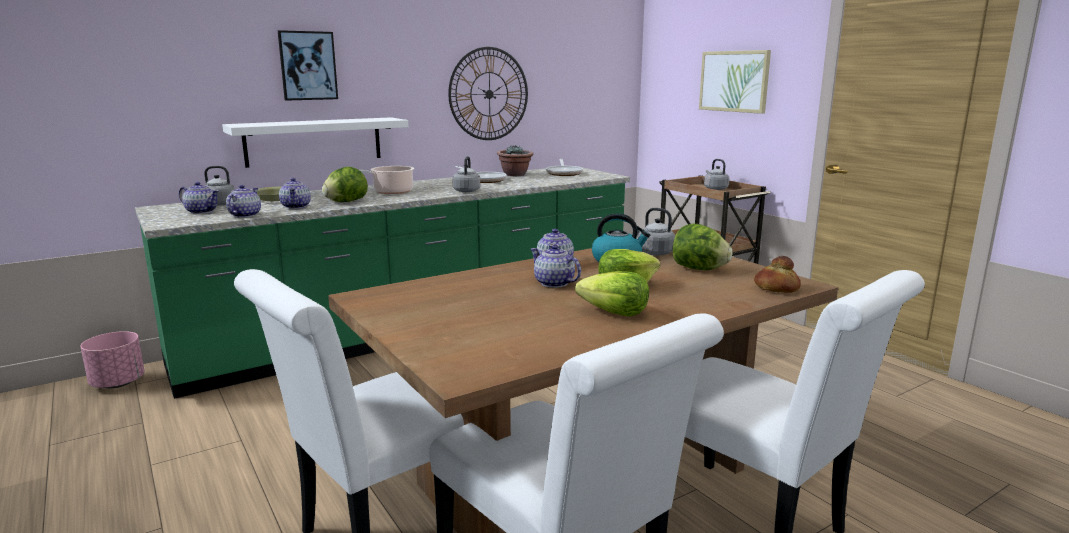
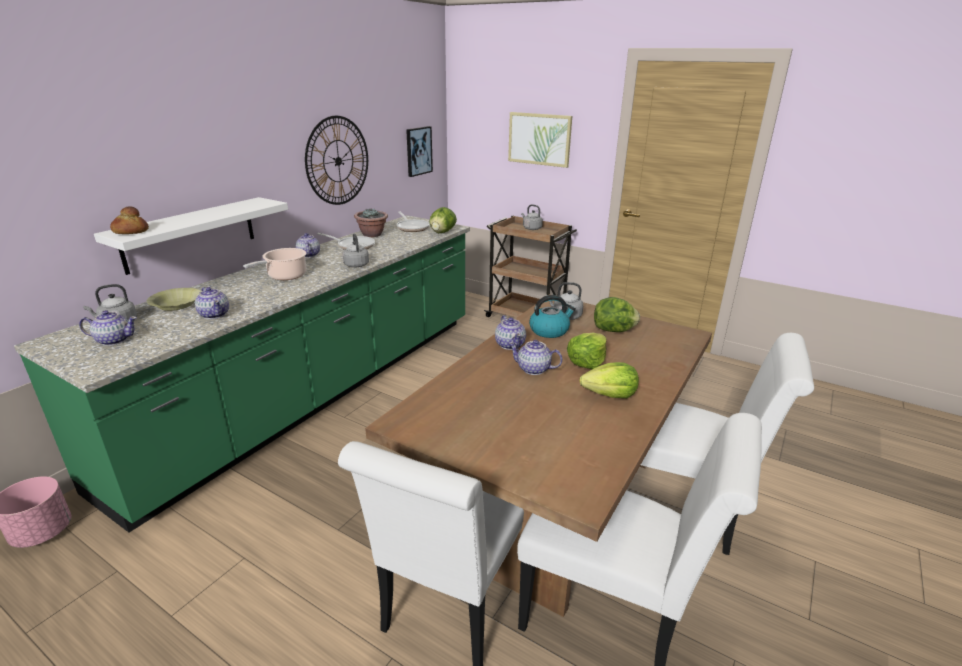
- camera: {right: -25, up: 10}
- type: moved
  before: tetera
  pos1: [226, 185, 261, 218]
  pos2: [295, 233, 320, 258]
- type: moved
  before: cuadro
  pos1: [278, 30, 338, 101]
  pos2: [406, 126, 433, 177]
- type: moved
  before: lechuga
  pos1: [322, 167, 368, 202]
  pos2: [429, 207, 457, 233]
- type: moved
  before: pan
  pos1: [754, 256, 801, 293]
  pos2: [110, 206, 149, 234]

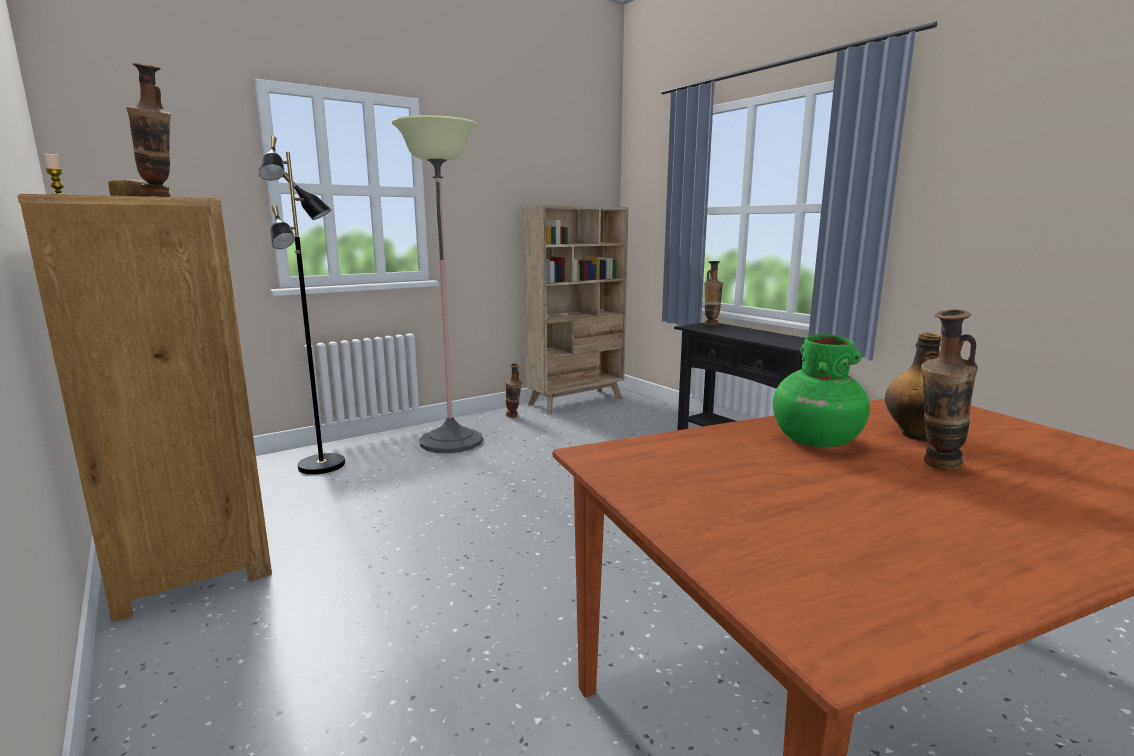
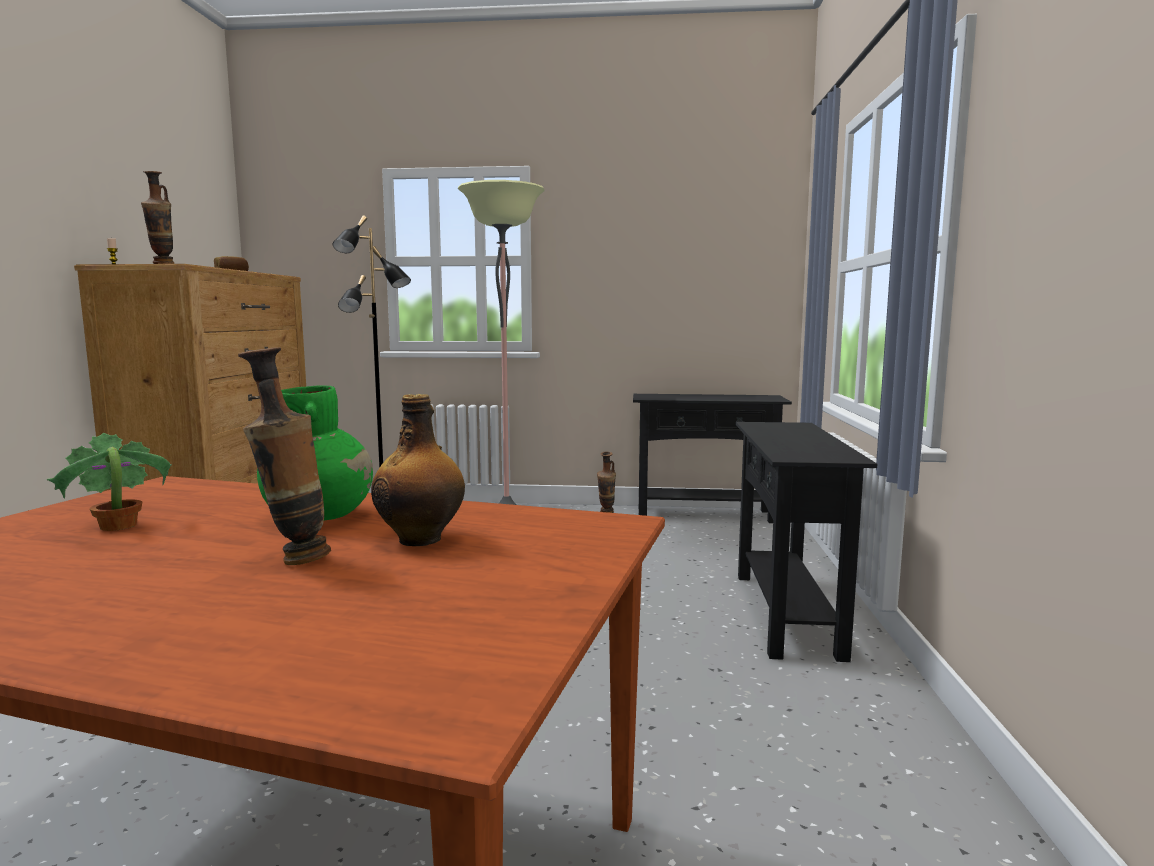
- camera: {right: 40, up: -5}
- type: removed
  before: florero
  pos1: [704, 261, 723, 325]
- type: added
  after: planta en maceta
  pos2: [46, 433, 172, 531]
- type: replaced
  before: estantería (beis)
  after: mesa consola (negro)
  pos1: [522, 205, 629, 414]
  pos2: [633, 394, 792, 523]

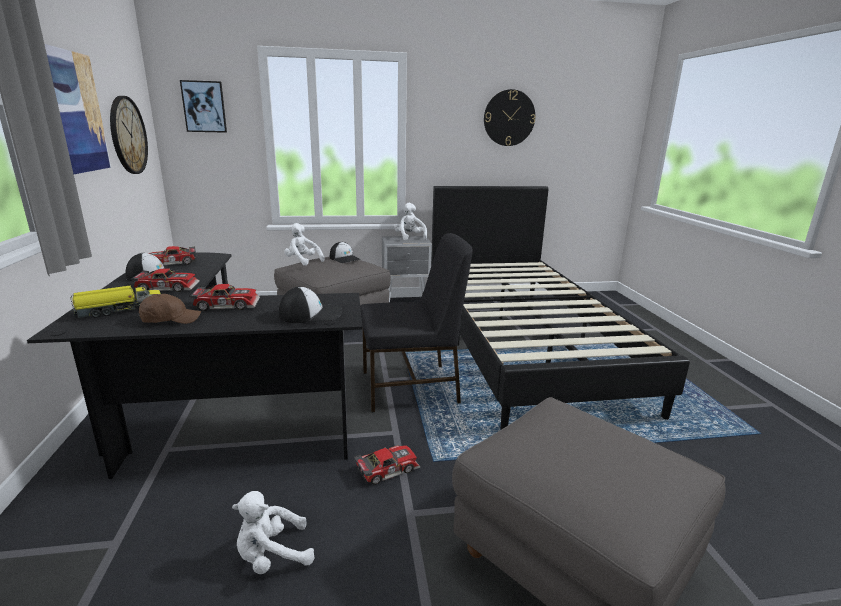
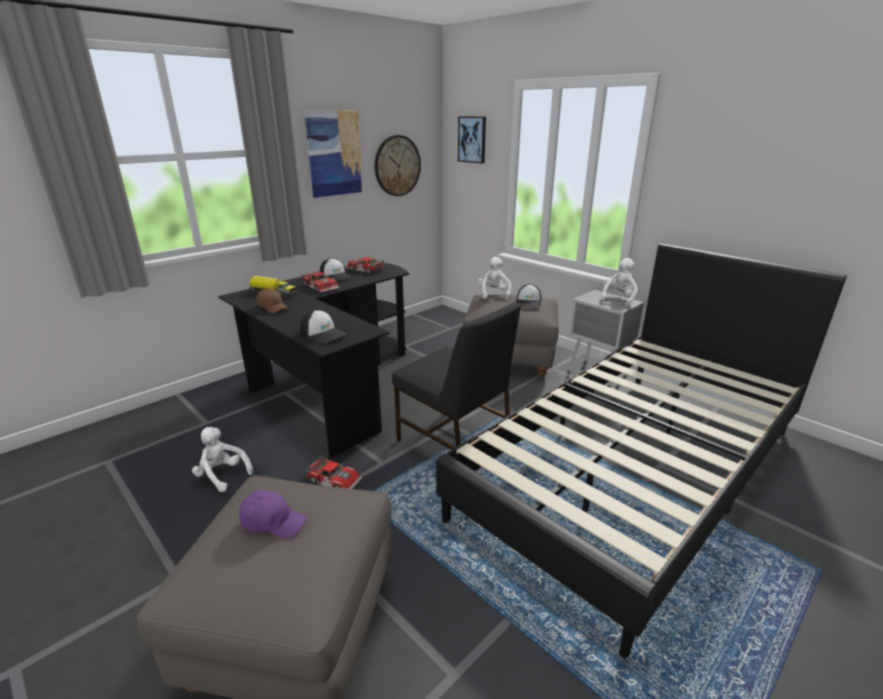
- camera: {right: 55, up: 5}
- type: removed
  before: coche de juguete
  pos1: [189, 284, 260, 311]
- type: removed
  before: reloj de pared
  pos1: [484, 89, 536, 146]
- type: added
  after: gorra (morado)
  pos2: [239, 489, 307, 538]

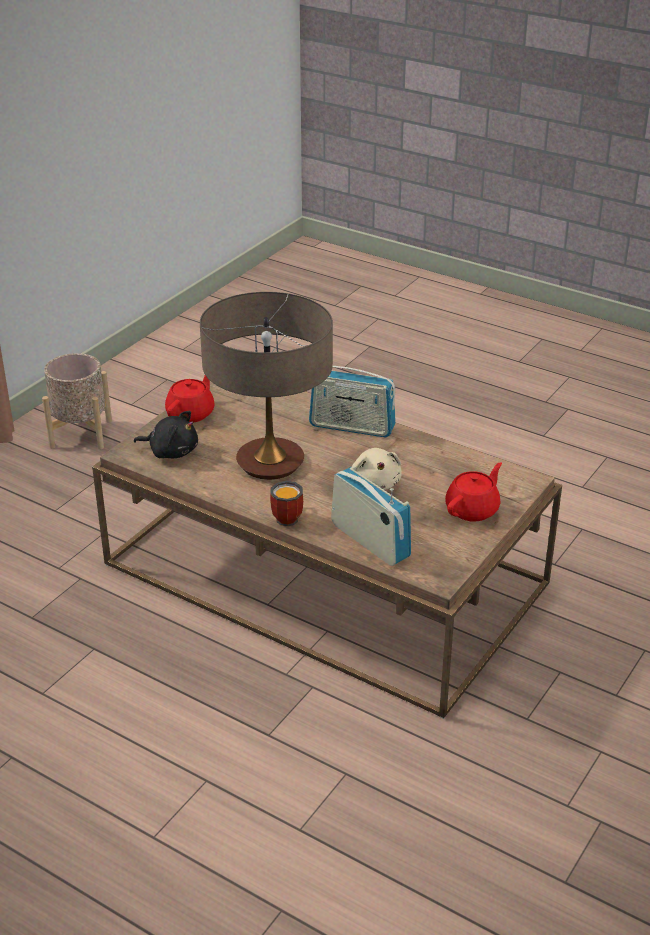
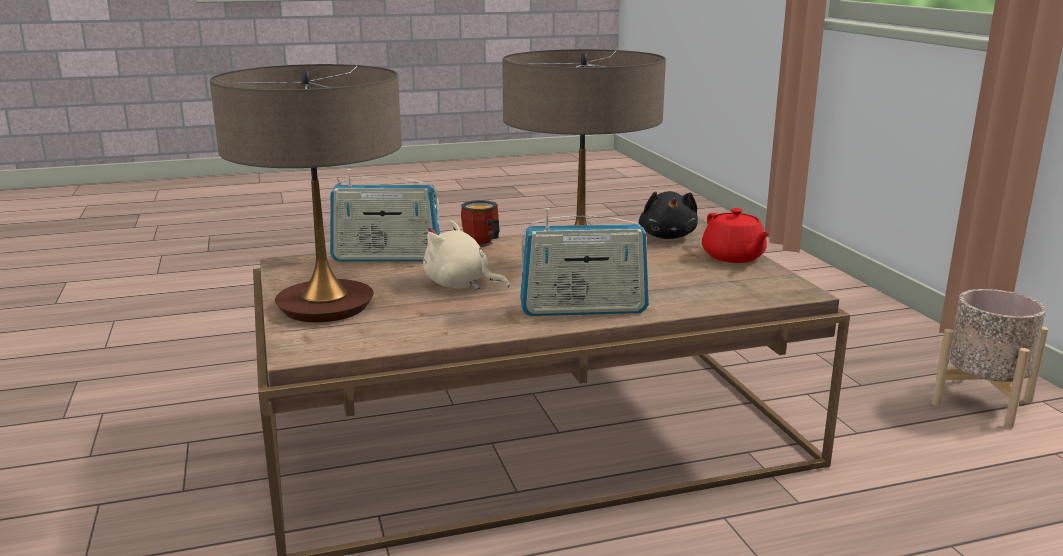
- camera: {right: 130, up: -15}
- type: replaced
  before: tetera (rojo)
  after: lámpara de mesa
  pos1: [445, 462, 502, 522]
  pos2: [210, 64, 402, 322]
- type: turned
  before: peluche (negro)
  pos1: [134, 411, 198, 458]
  pos2: [639, 191, 698, 239]
  turn: -60
- type: turned
  before: radio
  pos1: [309, 366, 396, 438]
  pos2: [520, 208, 649, 316]
  turn: -150

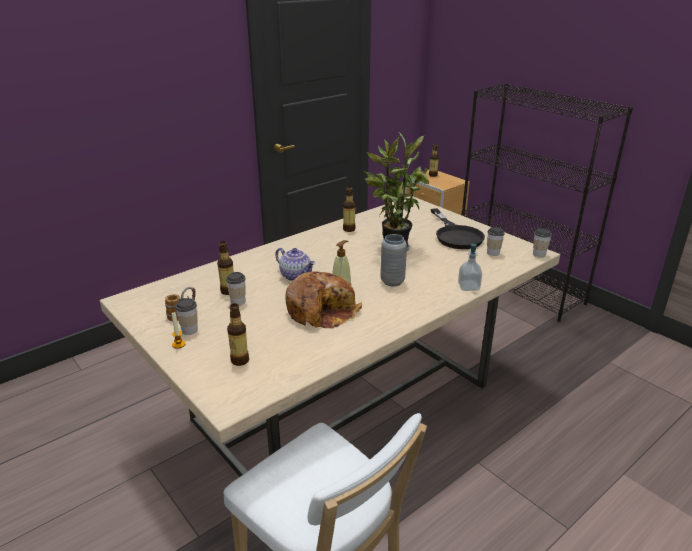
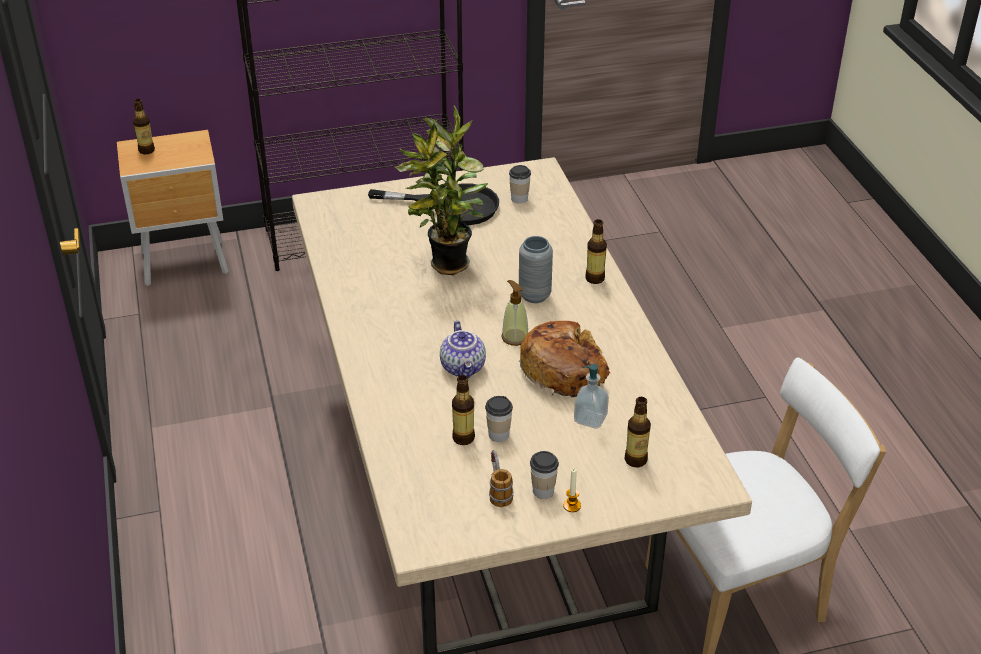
- camera: {right: -65, up: 10}
- type: removed
  before: taza
  pos1: [533, 228, 552, 257]
- type: moved
  before: botella
  pos1: [343, 187, 356, 232]
  pos2: [586, 219, 607, 284]
- type: moved
  before: dispensador de jabón
  pos1: [458, 244, 482, 291]
  pos2: [574, 364, 609, 428]
- type: turned
  before: tetera
  pos1: [275, 248, 315, 281]
  pos2: [440, 321, 486, 378]
  turn: 105

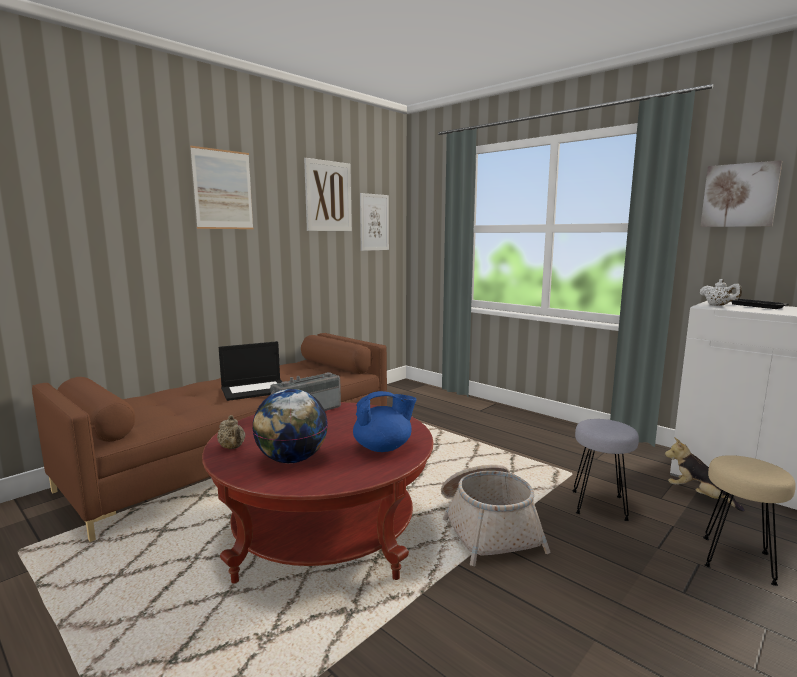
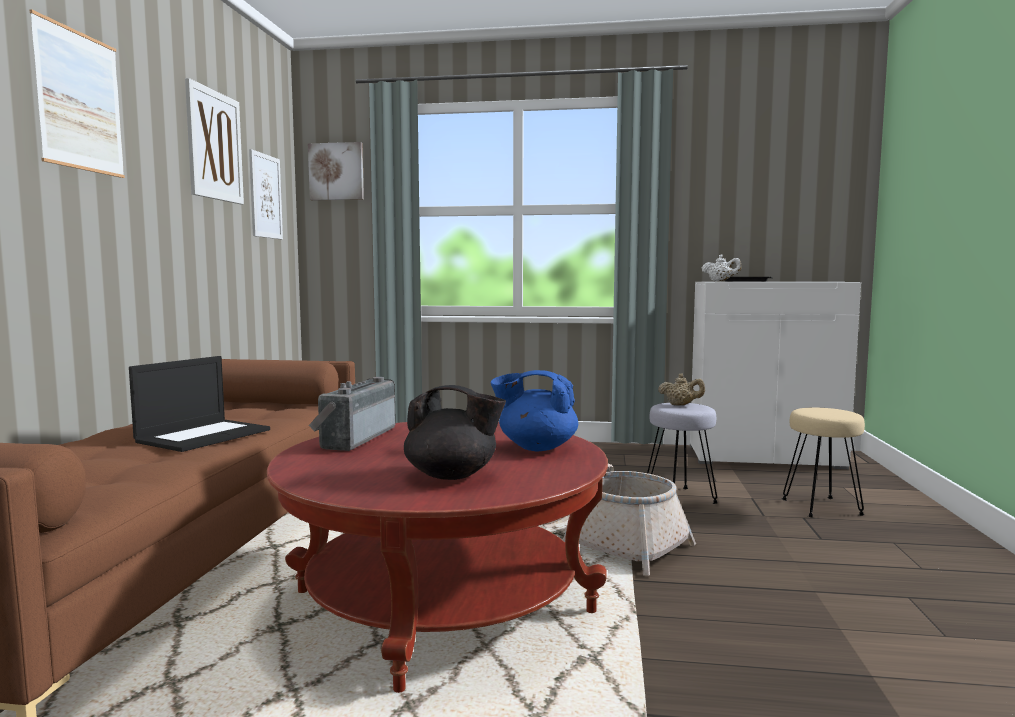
- camera: {right: -35, up: -5}
- type: removed
  before: peluche
  pos1: [665, 438, 744, 512]
- type: moved
  before: tetera (beis)
  pos1: [217, 415, 245, 449]
  pos2: [658, 373, 705, 406]
- type: moved
  before: cuadro
  pos1: [700, 160, 782, 227]
  pos2: [308, 142, 364, 200]
- type: replaced
  before: globo terráqueo
  after: tetera (negro)
  pos1: [252, 389, 328, 463]
  pos2: [404, 385, 506, 480]
- type: turned
  before: tetera (azul)
  pos1: [353, 391, 417, 452]
  pos2: [491, 370, 578, 451]
  turn: -120

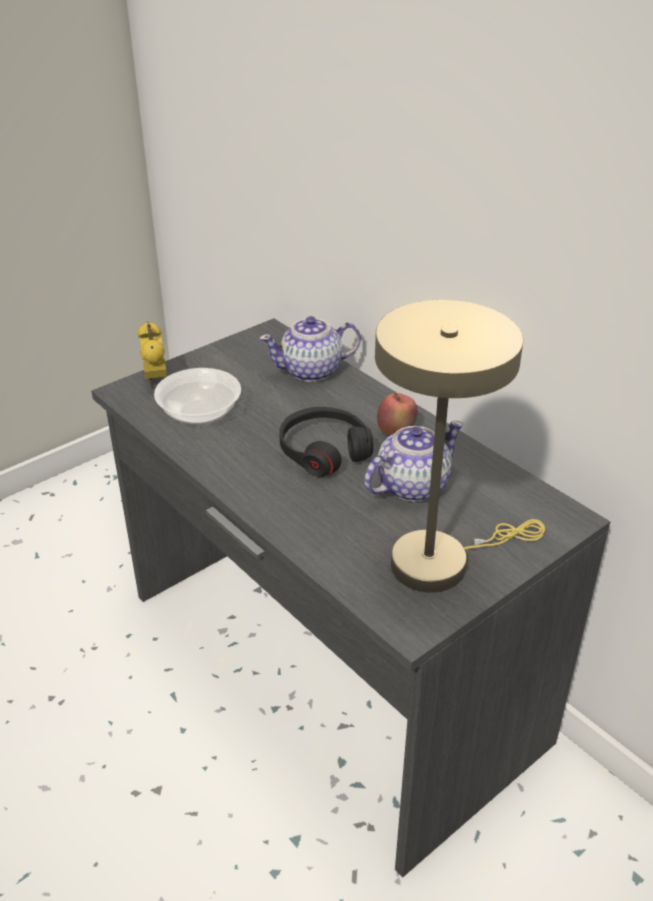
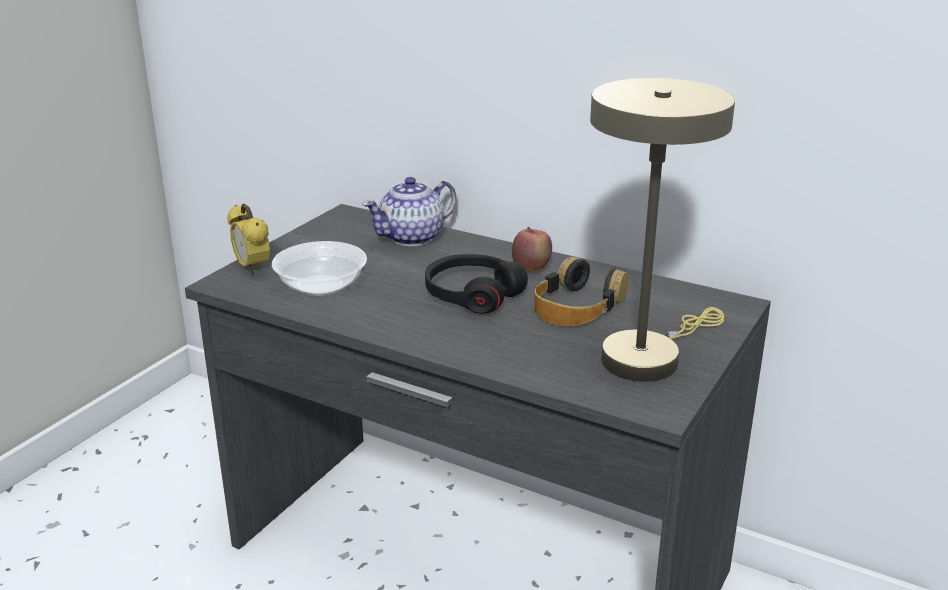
- camera: {right: -20, up: -10}
- type: replaced
  before: tetera
  after: auriculares
  pos1: [364, 421, 463, 502]
  pos2: [534, 257, 629, 327]

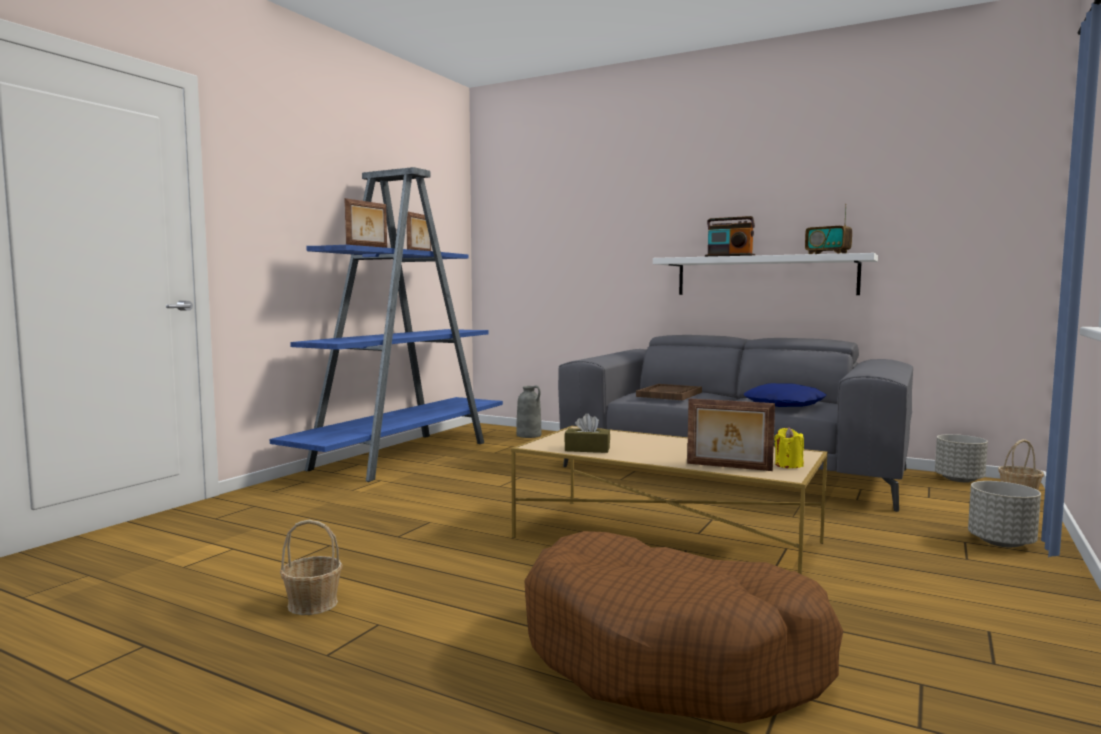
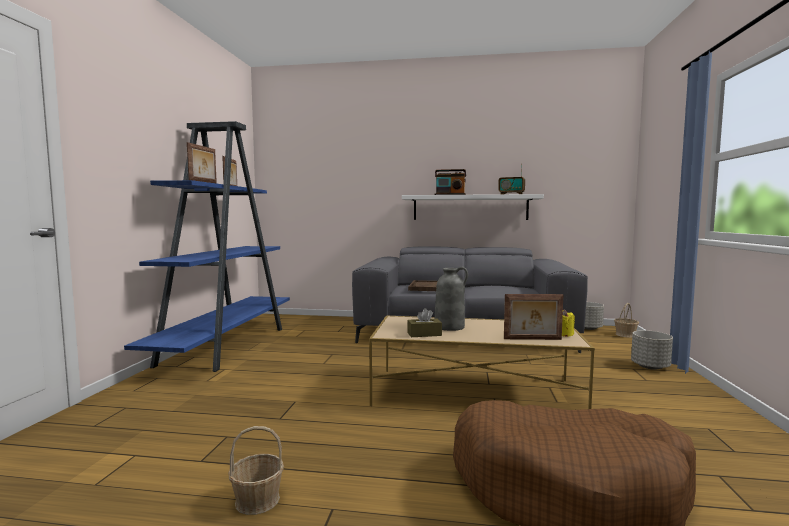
- camera: {right: -20, up: 0}
- type: removed
  before: cojín (azul)
  pos1: [744, 383, 827, 407]
- type: moved
  before: florero (gris)
  pos1: [516, 385, 541, 438]
  pos2: [435, 267, 468, 331]

